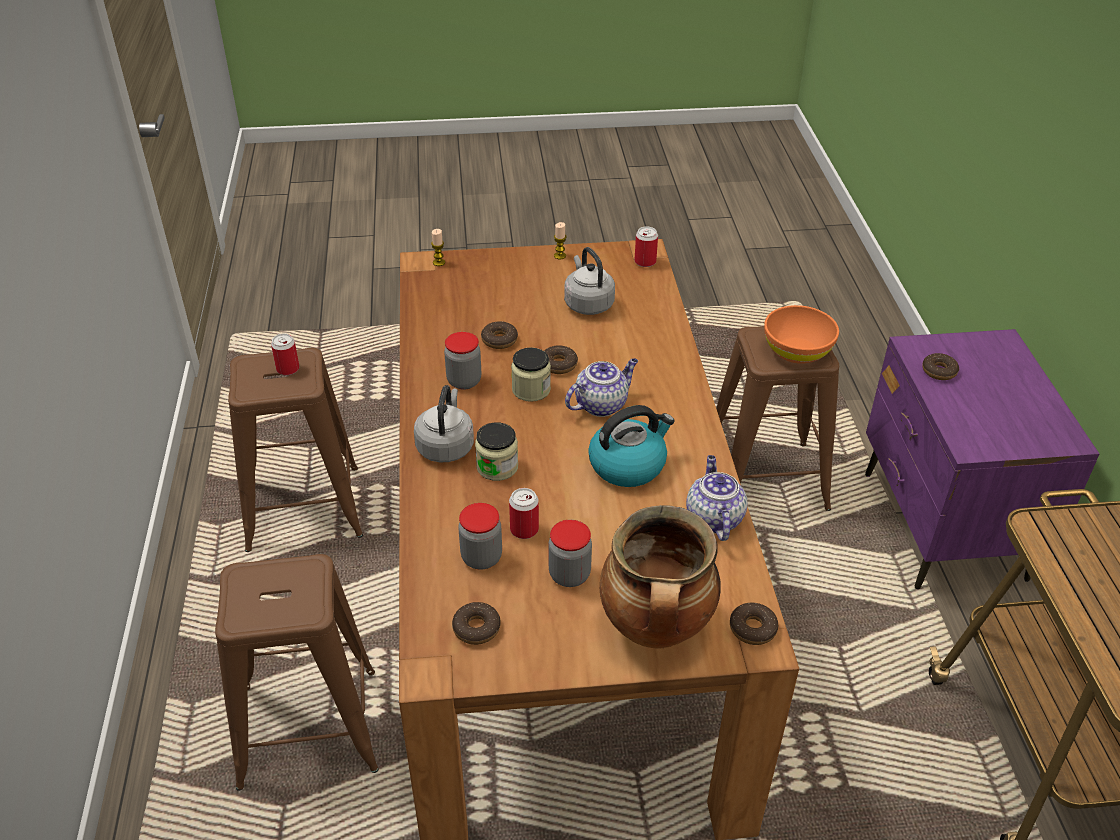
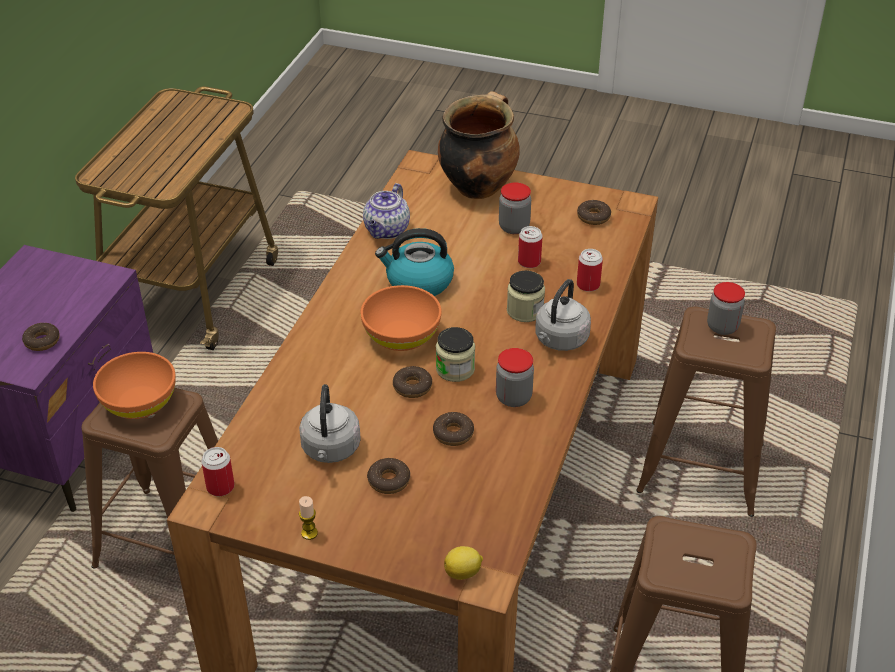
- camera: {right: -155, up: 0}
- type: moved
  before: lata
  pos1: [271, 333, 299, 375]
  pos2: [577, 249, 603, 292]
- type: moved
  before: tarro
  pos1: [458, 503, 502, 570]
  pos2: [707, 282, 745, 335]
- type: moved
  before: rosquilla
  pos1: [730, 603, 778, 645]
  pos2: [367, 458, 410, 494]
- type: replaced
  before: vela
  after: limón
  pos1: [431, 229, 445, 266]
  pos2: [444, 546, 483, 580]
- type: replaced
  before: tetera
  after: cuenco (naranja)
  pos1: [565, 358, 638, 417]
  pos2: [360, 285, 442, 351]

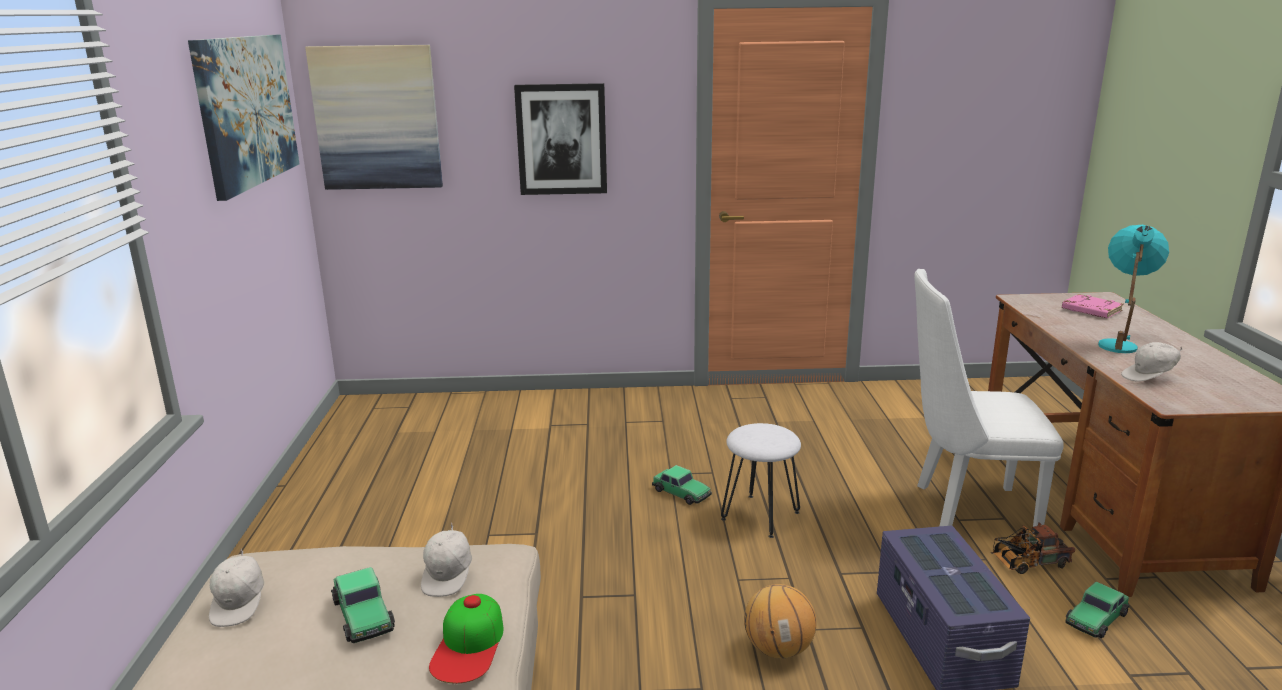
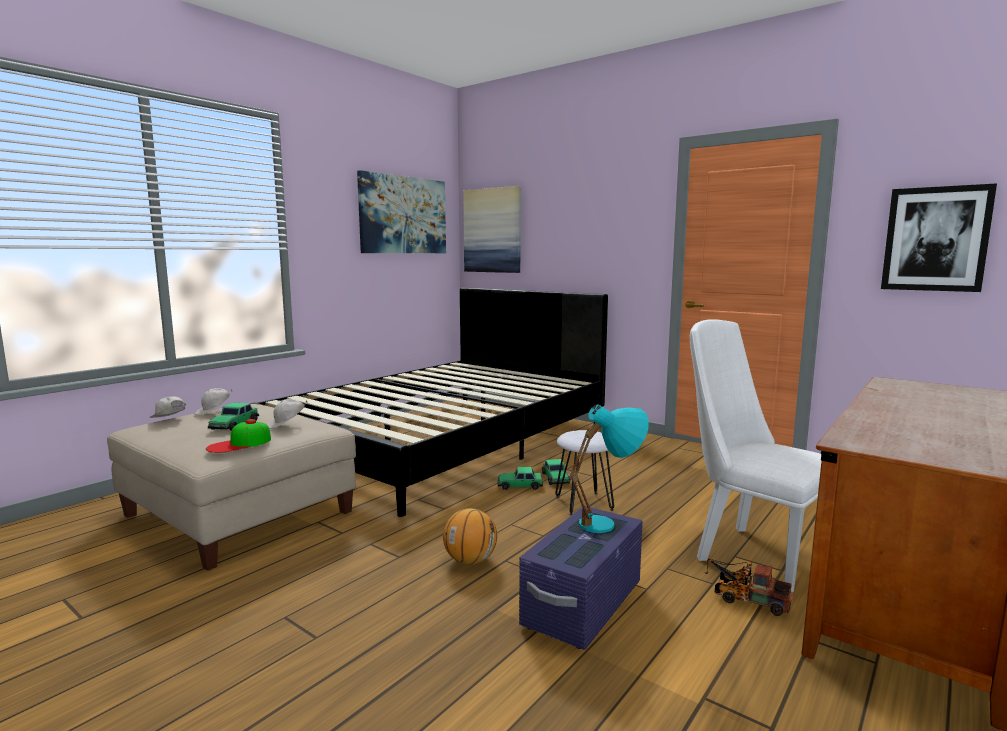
- camera: {right: 40, up: -10}
- type: removed
  before: libro (rosa)
  pos1: [1062, 294, 1124, 318]
- type: added
  after: cama (negro)
  pos2: [250, 287, 608, 517]
- type: moved
  before: cuadro
  pos1: [514, 83, 607, 195]
  pos2: [881, 183, 997, 292]
- type: moved
  before: coche de juguete
  pos1: [1065, 582, 1130, 638]
  pos2: [497, 467, 543, 490]
- type: moved
  before: lámpara de mesa (turquesa)
  pos1: [1098, 225, 1169, 353]
  pos2: [569, 405, 649, 533]
- type: moved
  before: gorra (blanco)
  pos1: [1121, 342, 1183, 382]
  pos2: [150, 396, 186, 418]

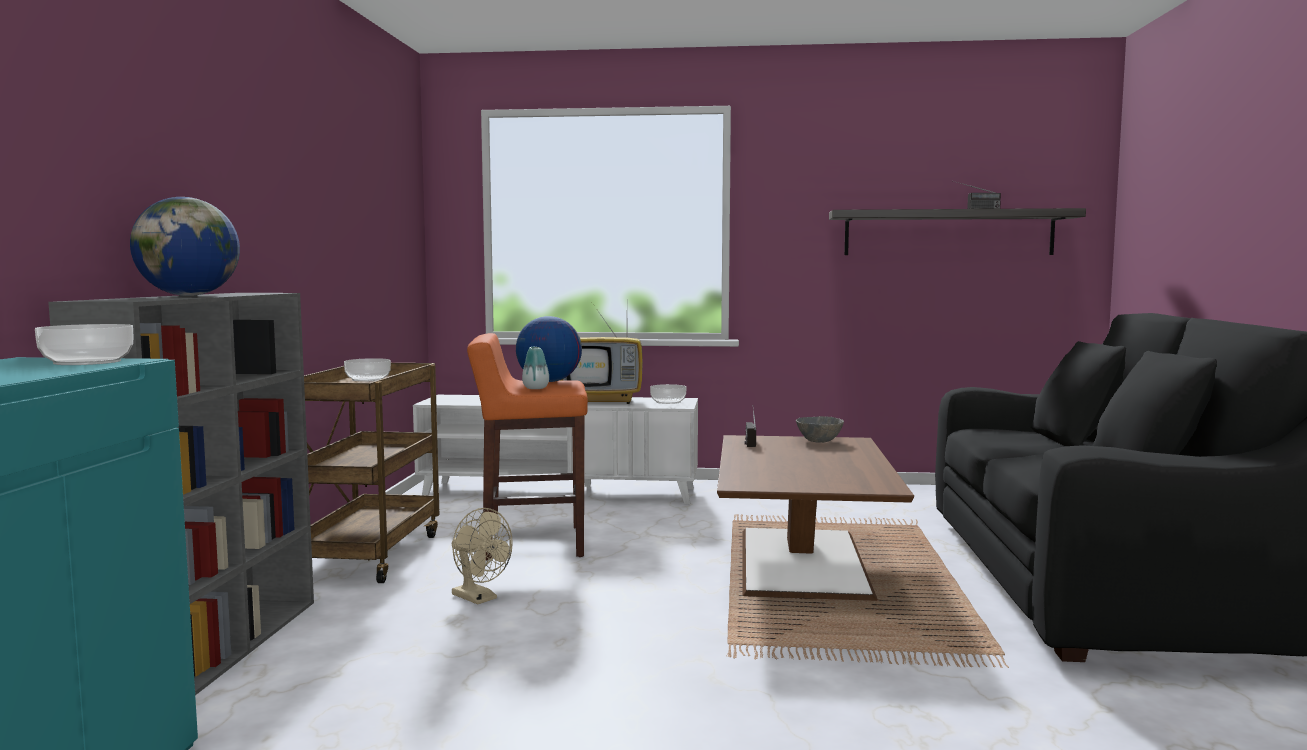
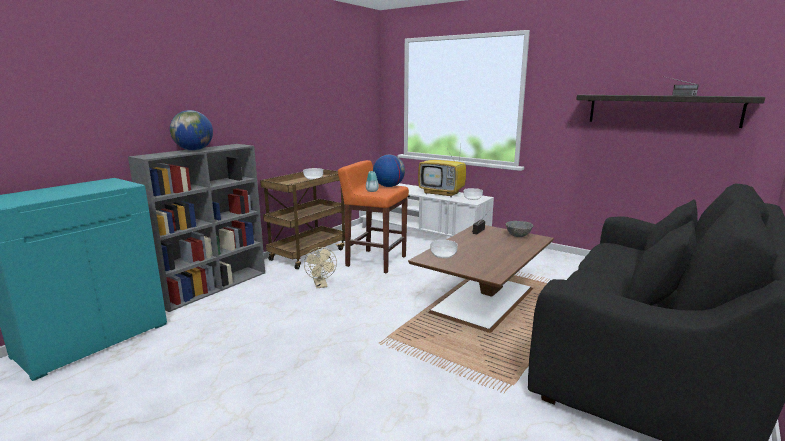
- camera: {right: 30, up: 10}
- type: moved
  before: cuenco
  pos1: [35, 324, 133, 365]
  pos2: [430, 240, 458, 258]

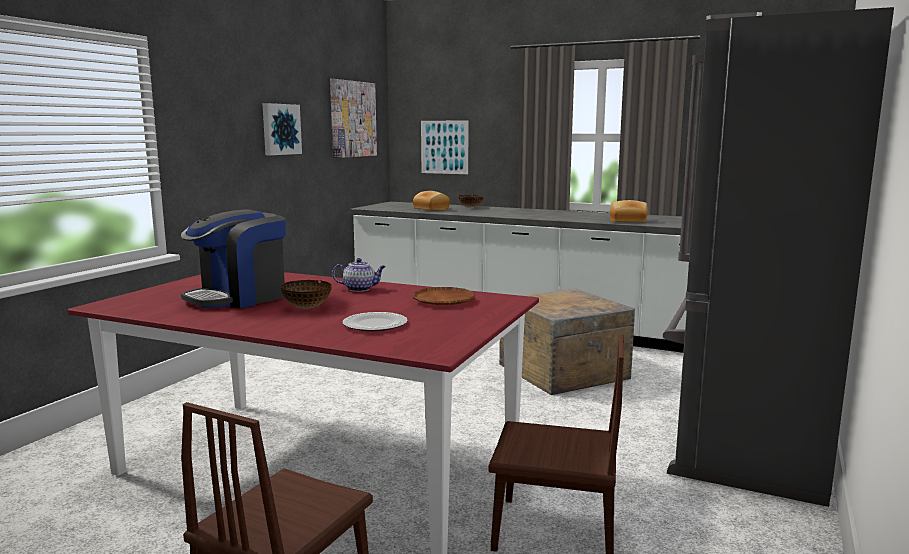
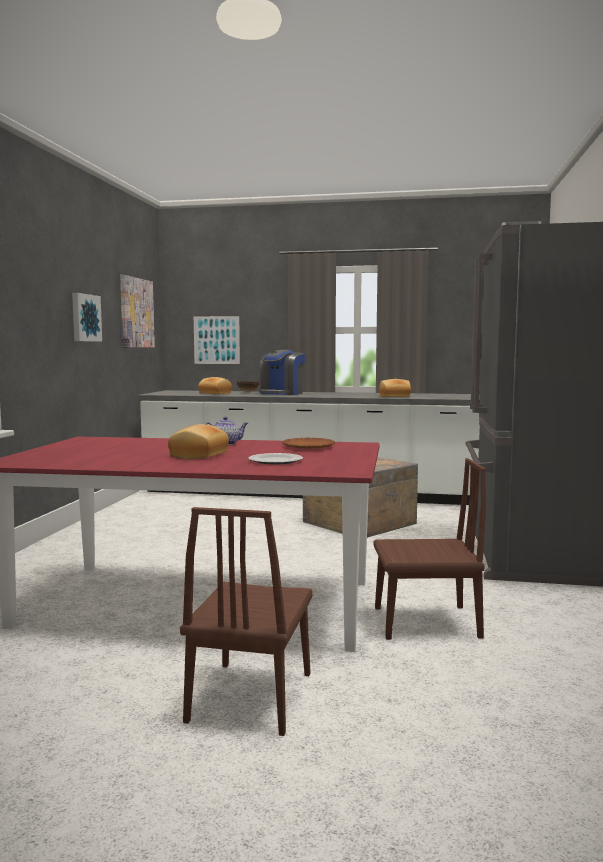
- camera: {right: -15, up: -5}
- type: moved
  before: cafetera
  pos1: [181, 209, 286, 308]
  pos2: [259, 350, 306, 395]
- type: replaced
  before: cuenco
  after: pan
  pos1: [281, 280, 332, 308]
  pos2: [168, 424, 229, 459]

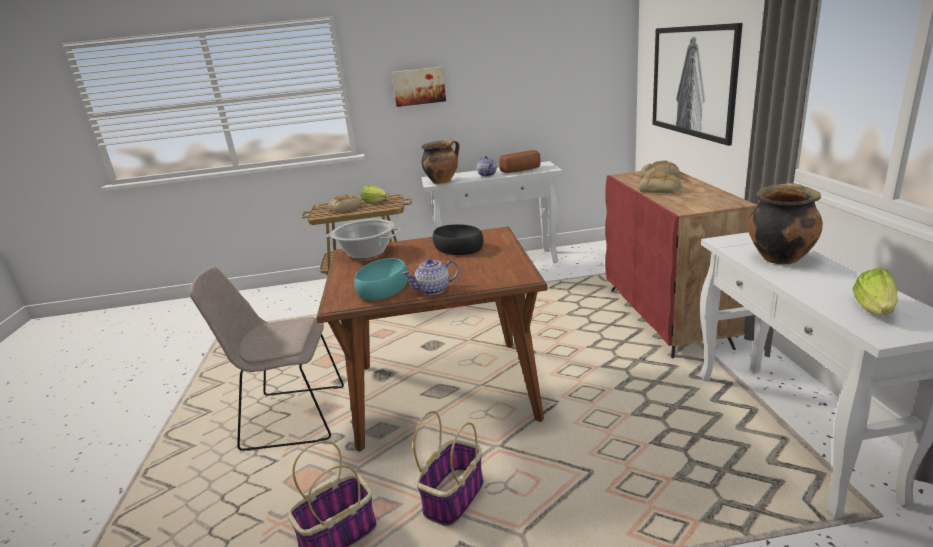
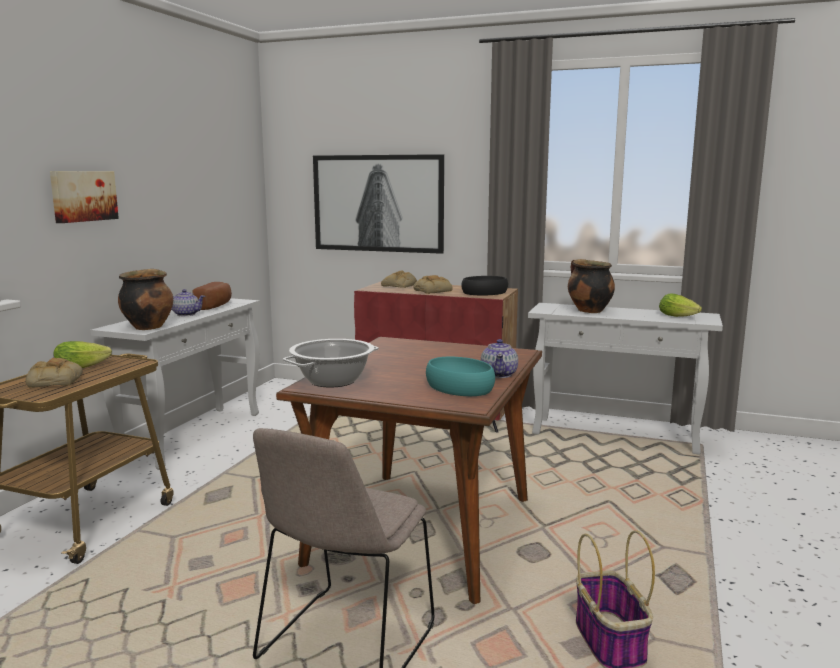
- camera: {right: -65, up: -10}
- type: removed
  before: cesta
  pos1: [413, 411, 484, 527]
- type: moved
  before: cuenco (negro)
  pos1: [433, 224, 484, 255]
  pos2: [461, 276, 508, 295]

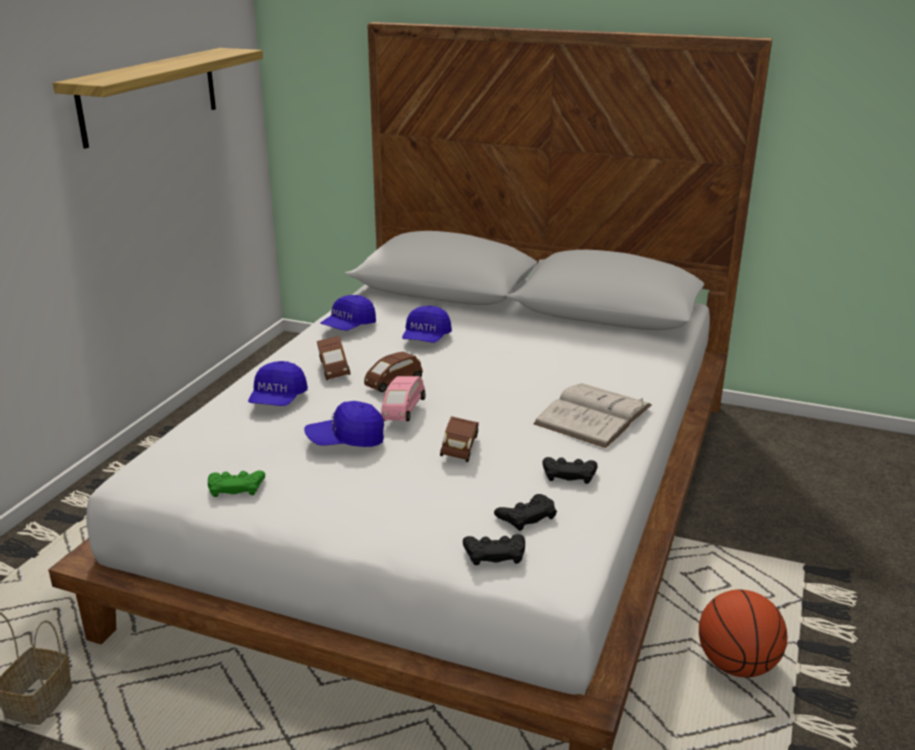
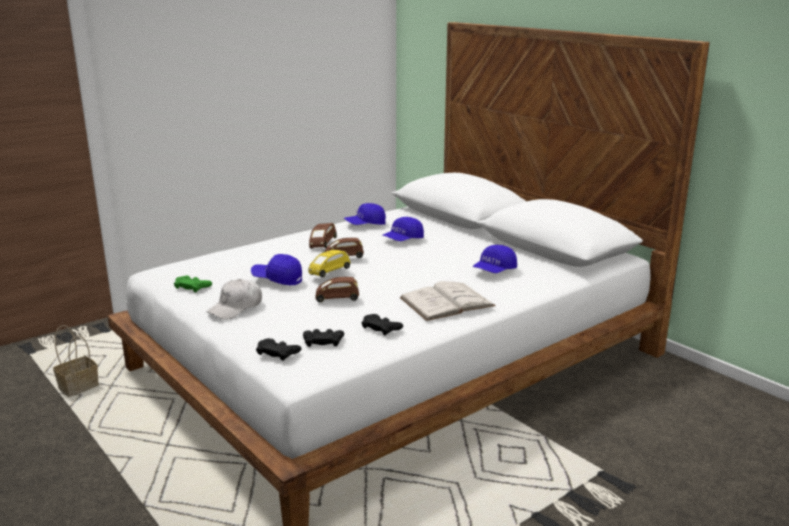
- camera: {right: 30, up: -5}
- type: removed
  before: estante
  pos1: [53, 48, 263, 149]
- type: removed
  before: balón de baloncesto
  pos1: [699, 589, 787, 677]
- type: added
  after: gorra (blanco)
  pos2: [206, 279, 262, 320]
- type: moved
  before: gorra (azul)
  pos1: [248, 361, 308, 406]
  pos2: [473, 245, 517, 273]
- type: recoloured
  before: coche de juguete (rosa)
  after: coche de juguete (amarillo)
  pos1: [381, 376, 426, 421]
  pos2: [308, 250, 350, 277]
- type: turned
  before: coche de juguete (marrón)
  pos1: [440, 417, 479, 462]
  pos2: [315, 277, 359, 302]
  turn: -135

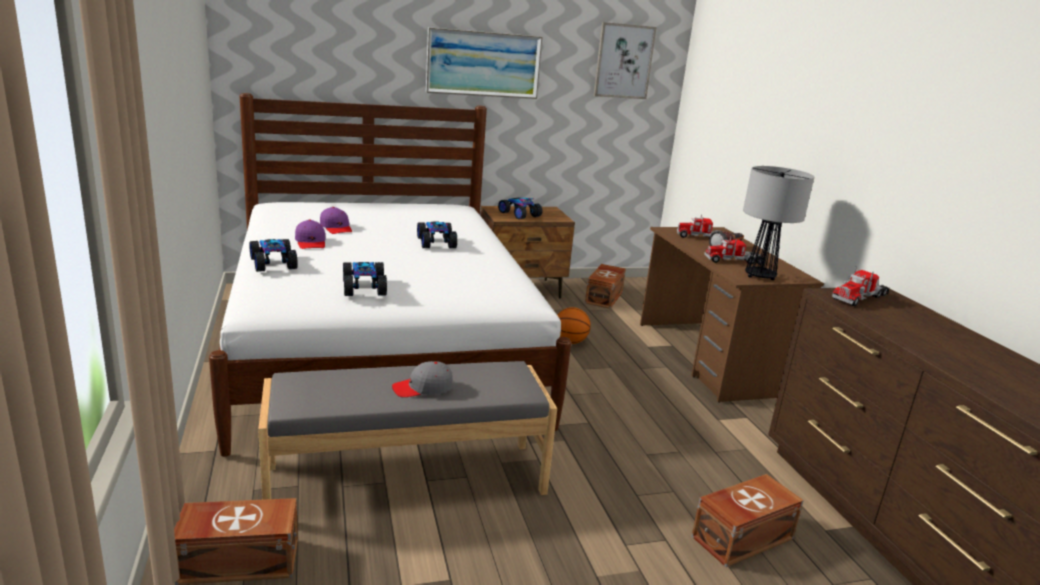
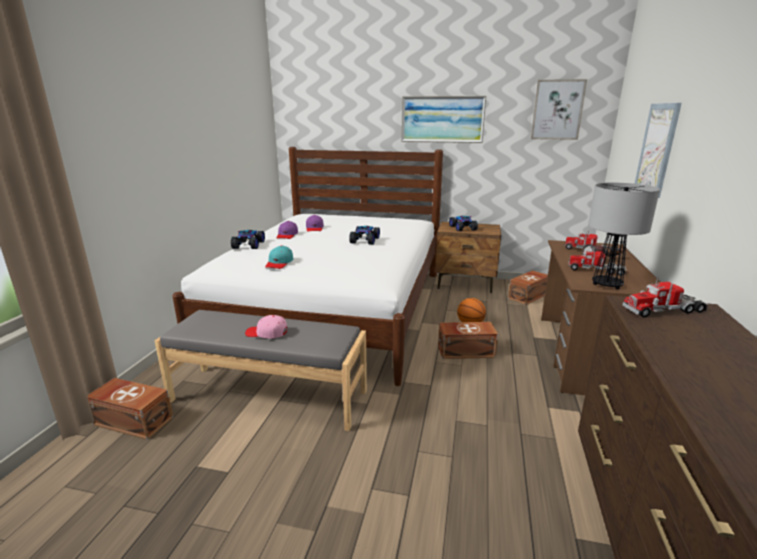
- camera: {right: 30, up: 0}
- type: added
  after: cuadro
  pos2: [635, 103, 682, 198]
- type: moved
  before: caja de almacenaje (marrón)
  pos1: [692, 474, 804, 567]
  pos2: [438, 322, 498, 359]
- type: replaced
  before: coche de juguete
  after: gorra (turquesa)
  pos1: [343, 262, 387, 296]
  pos2: [265, 245, 293, 269]
- type: recoloured
  before: gorra (gris)
  after: gorra (rosa)
  pos1: [392, 361, 452, 397]
  pos2: [245, 315, 287, 338]

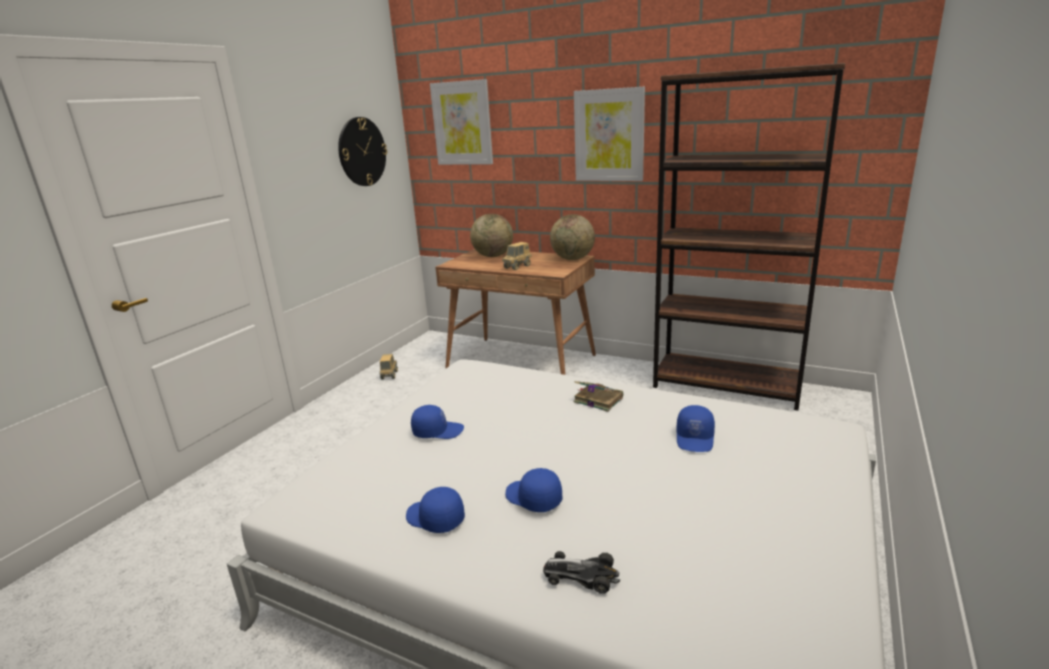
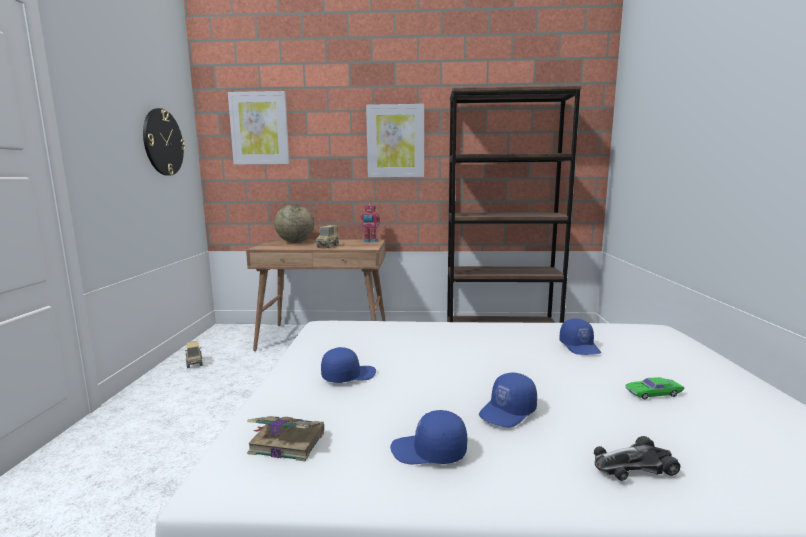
- camera: {right: -25, up: -10}
- type: added
  after: coche de juguete (verde)
  pos2: [625, 377, 684, 399]
- type: moved
  before: libro
  pos1: [573, 381, 623, 412]
  pos2: [247, 416, 324, 461]
- type: replaced
  before: globo terráqueo
  after: robot de juguete
  pos1: [550, 214, 595, 260]
  pos2: [360, 203, 380, 242]
- type: turned
  before: gorra (azul)
  pos1: [505, 468, 562, 512]
  pos2: [479, 373, 537, 428]
  turn: -60

